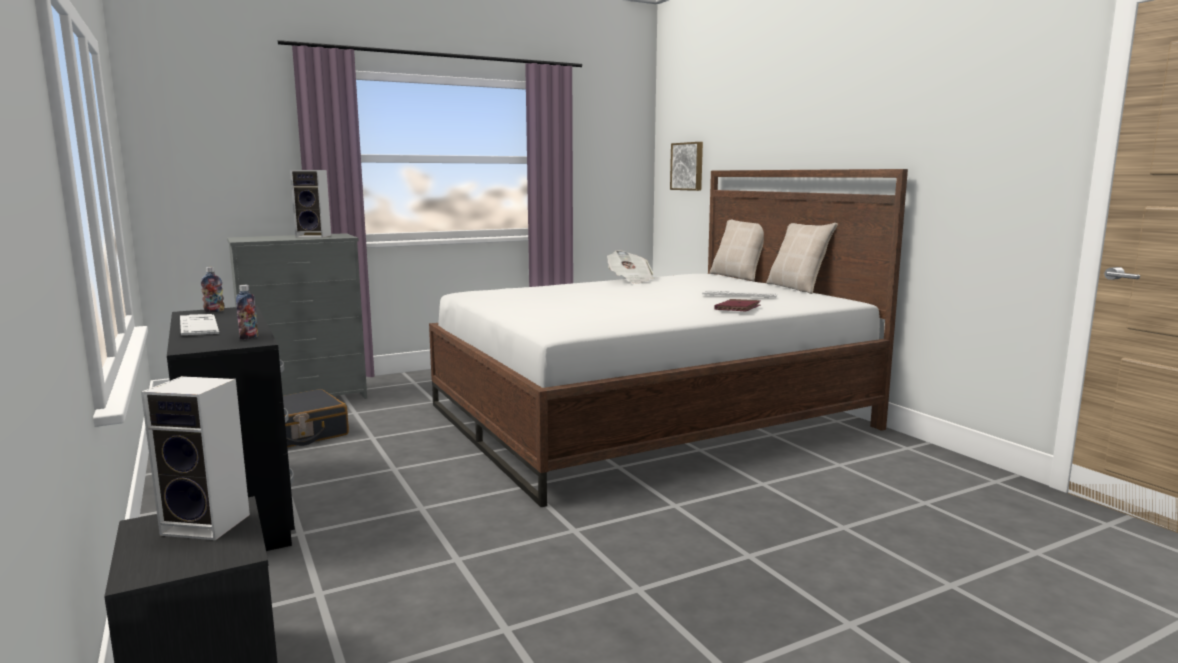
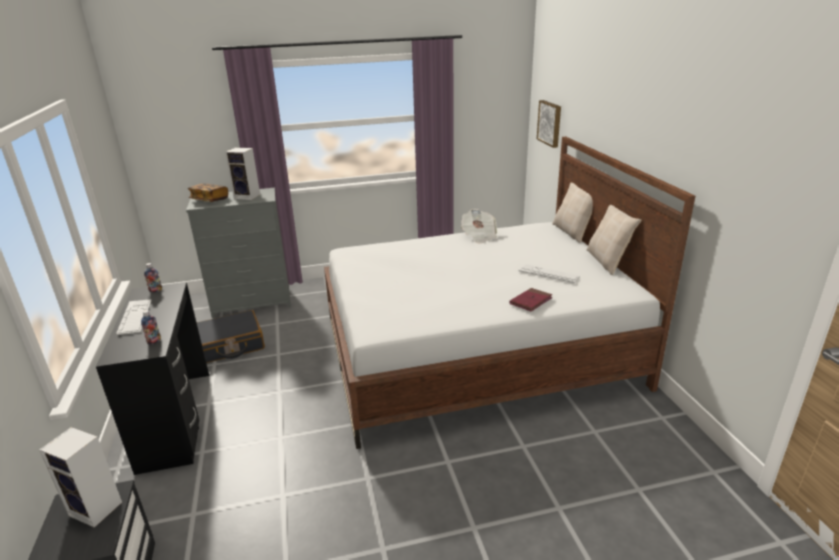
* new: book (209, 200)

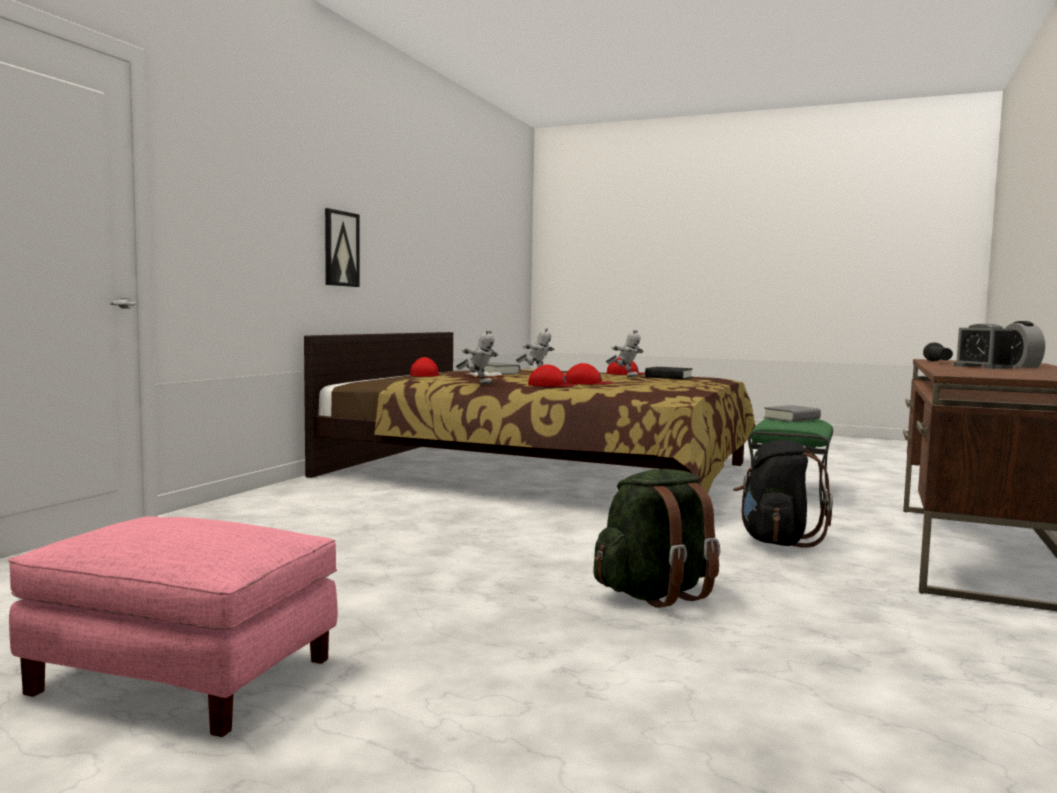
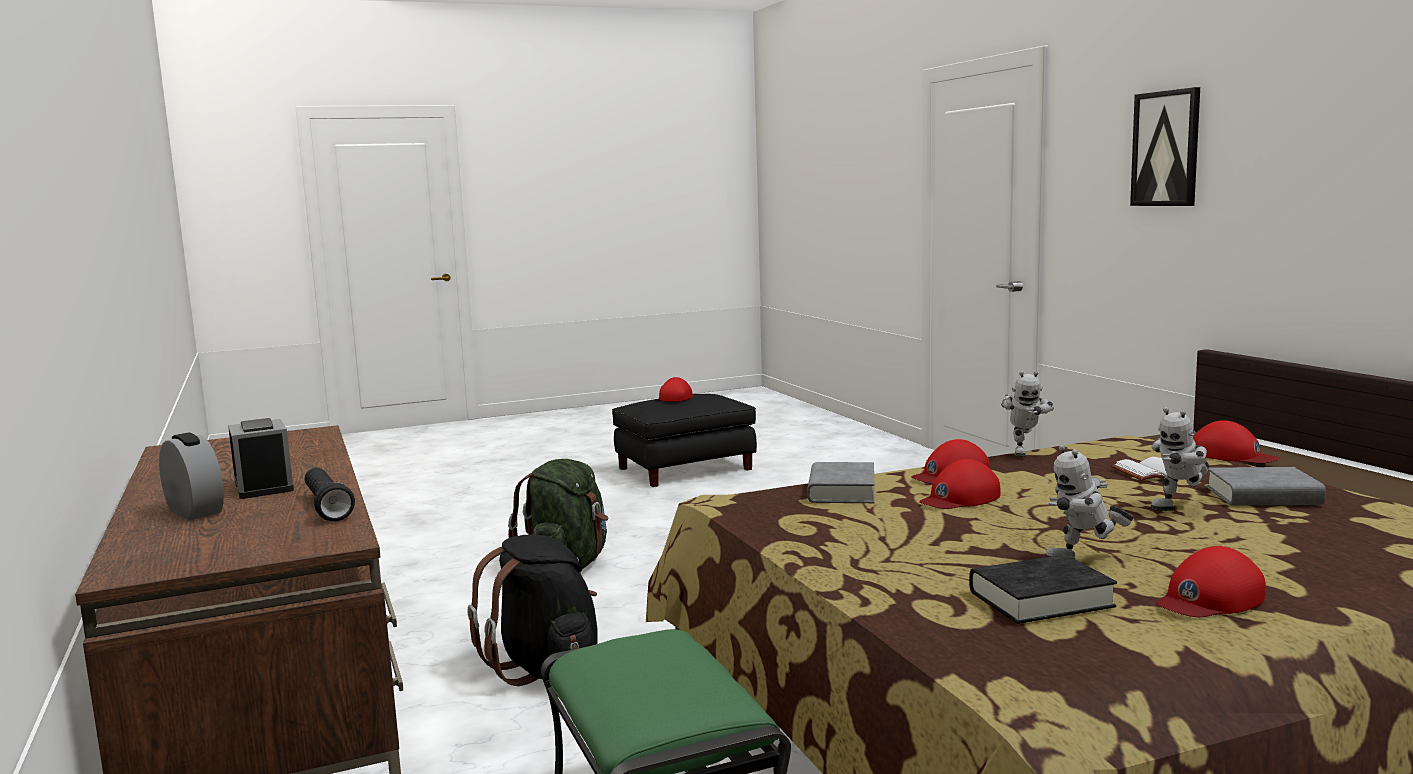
* rotated: alarm_clock (982, 367) = (264, 486) 45 degrees clockwise
* repainted: pink_ottoman (186, 675) to black_ottoman (685, 469)
* new: red_cap (677, 397)
* shifted: grey_book (791, 418) to (841, 491)
* rotated: toy_robot (478, 384) = (1023, 452) 60 degrees counterclockwise
* shifted: picture (340, 249) to (1166, 148)

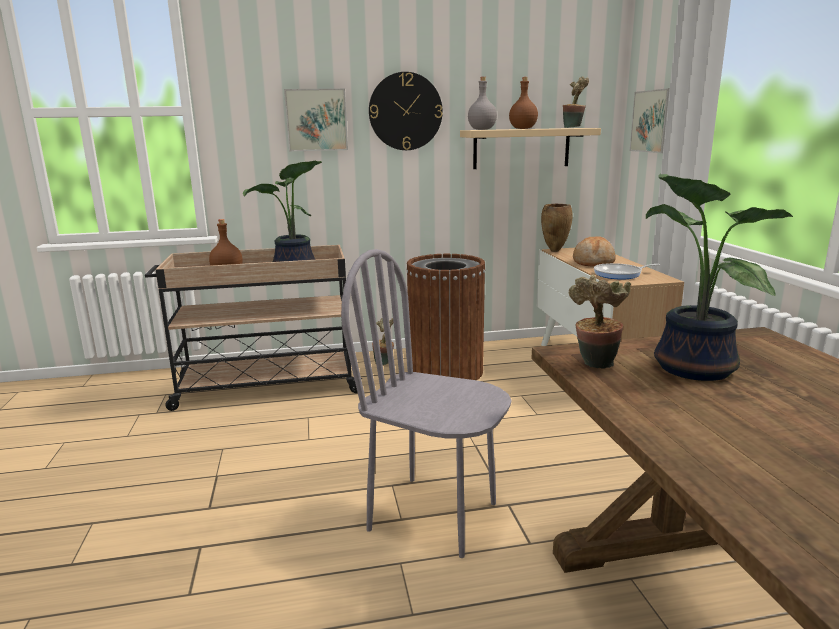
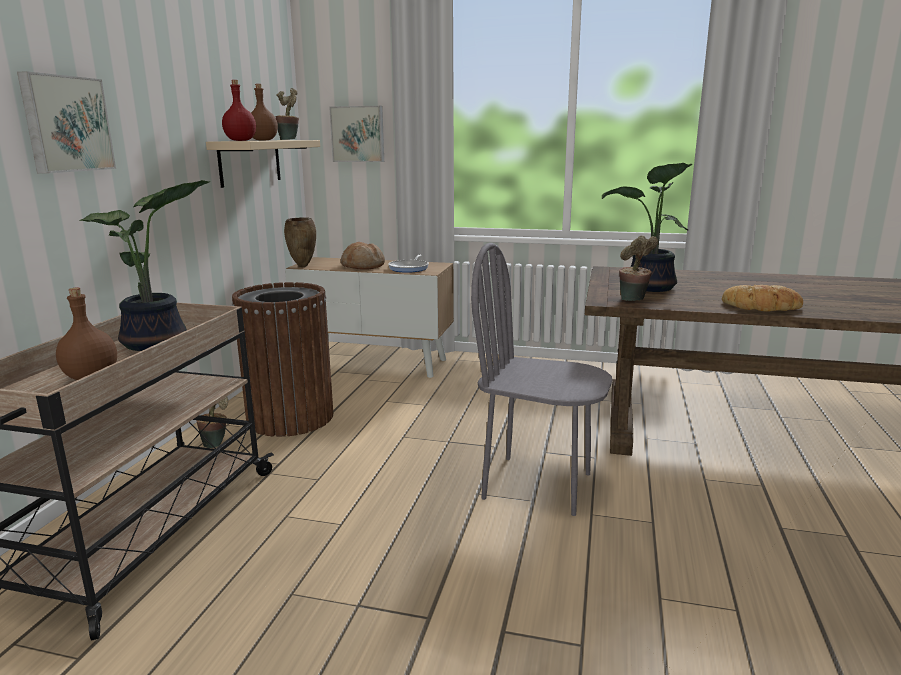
* repainted: grey_bottle (482, 129) to red_bottle (241, 140)
* rotated: grey_chair (433, 515) = (537, 485) 60 degrees clockwise
* new: bread (762, 306)
* gone: wall_clock (405, 111)

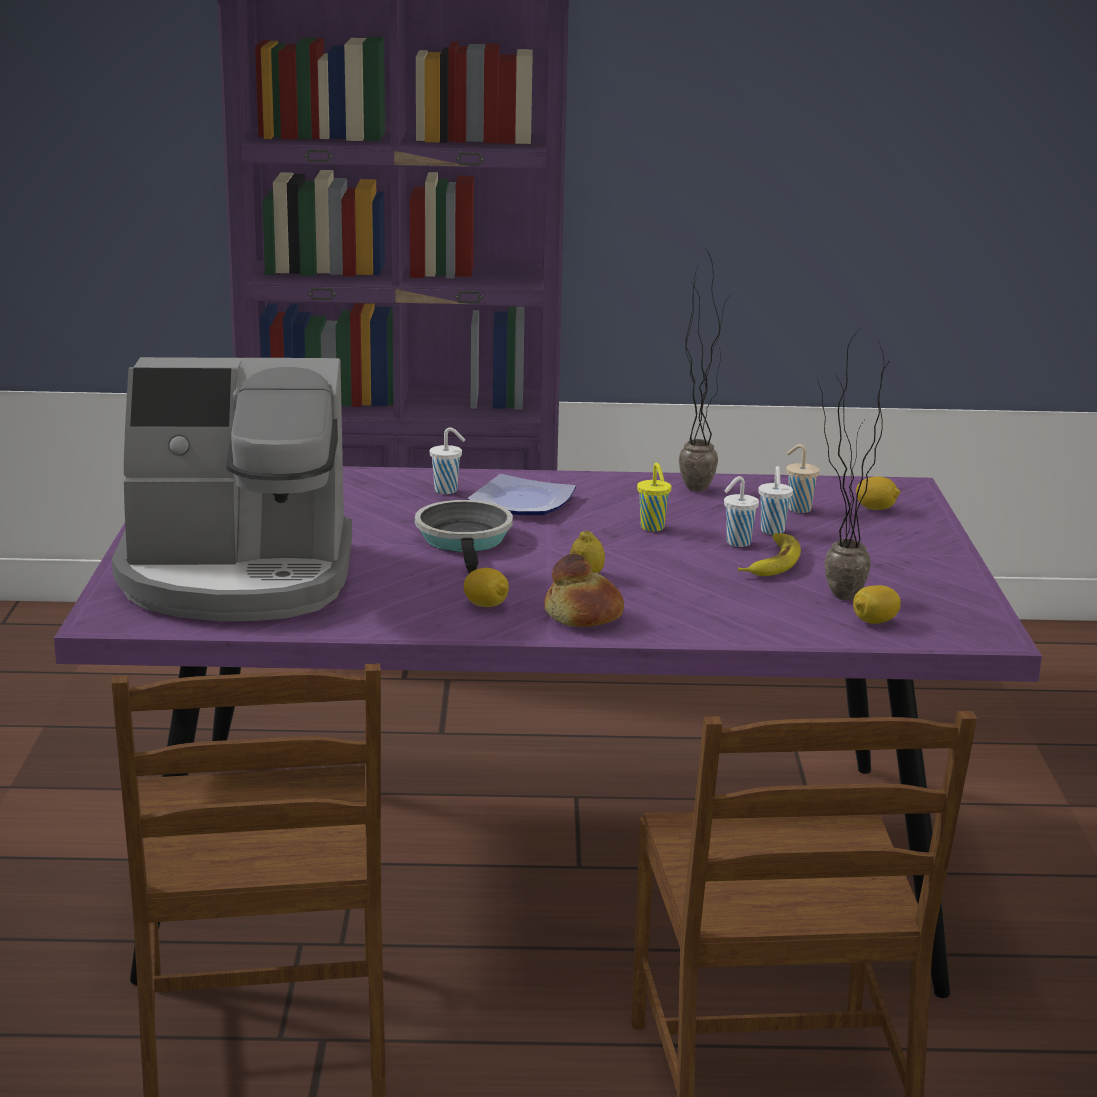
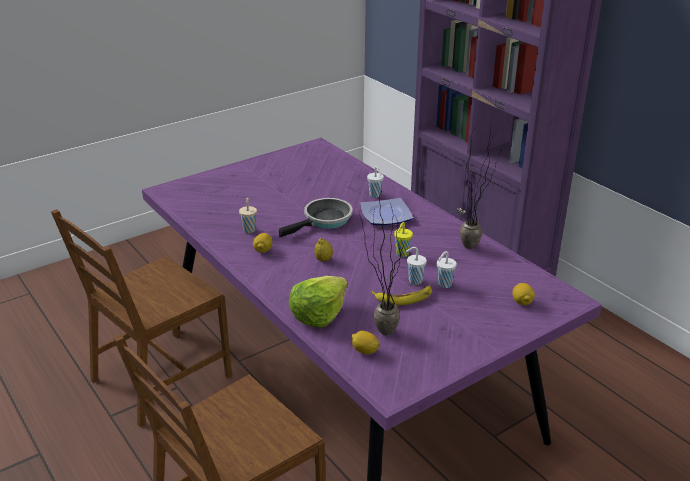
* shifted: beige_cup (798, 509) to (249, 230)
* new: lettuce (318, 314)
* gone: coffee_machine (237, 578)
* gone: bread (582, 616)

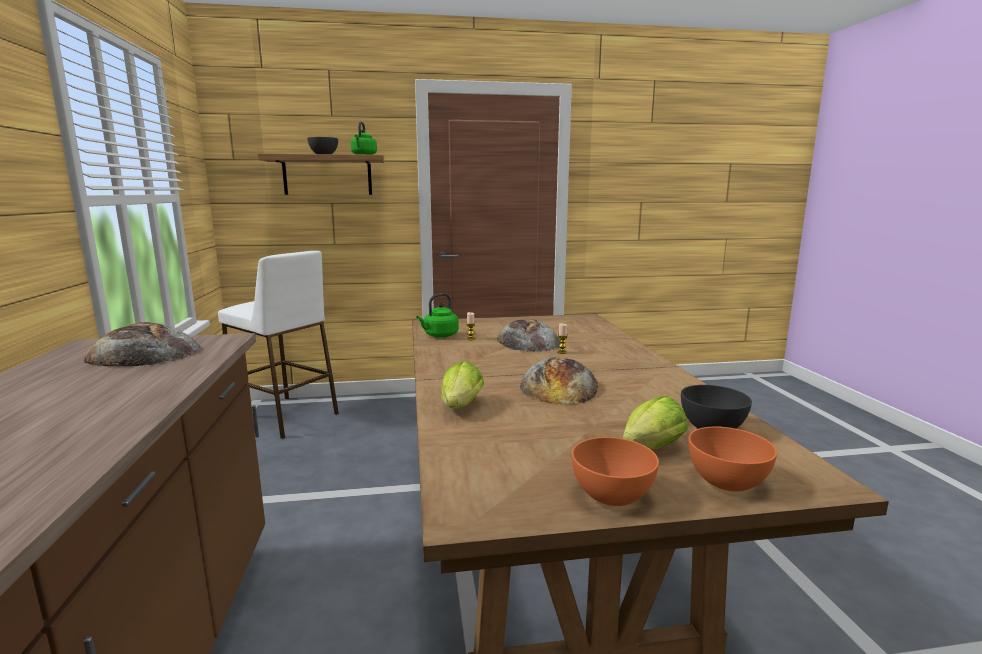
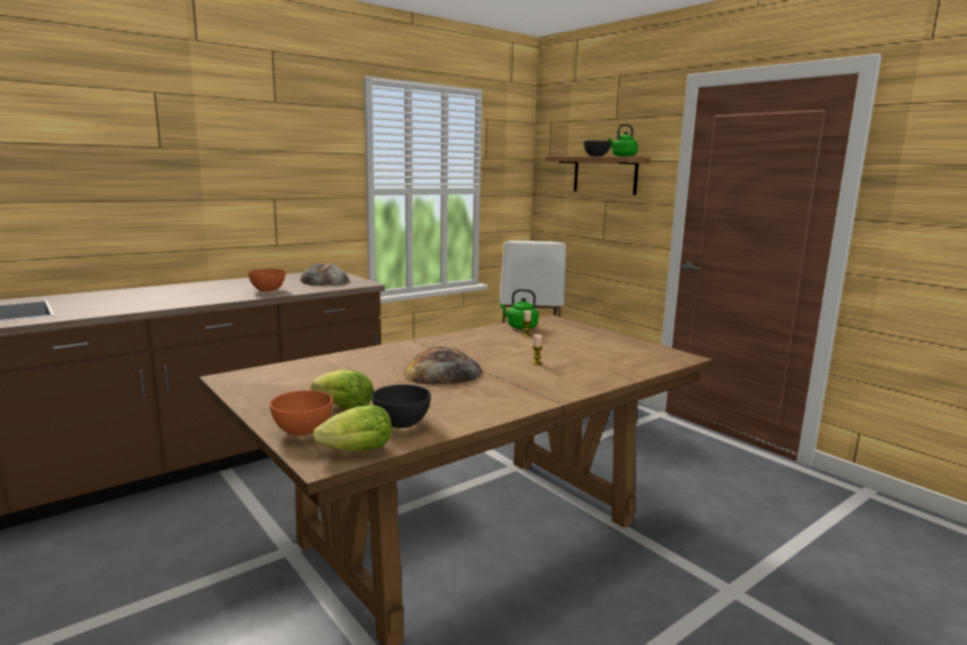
* shifted: orange_bowl (611, 496) to (268, 290)
* shifted: lettuce (460, 408) to (353, 452)
* gone: bread (528, 341)

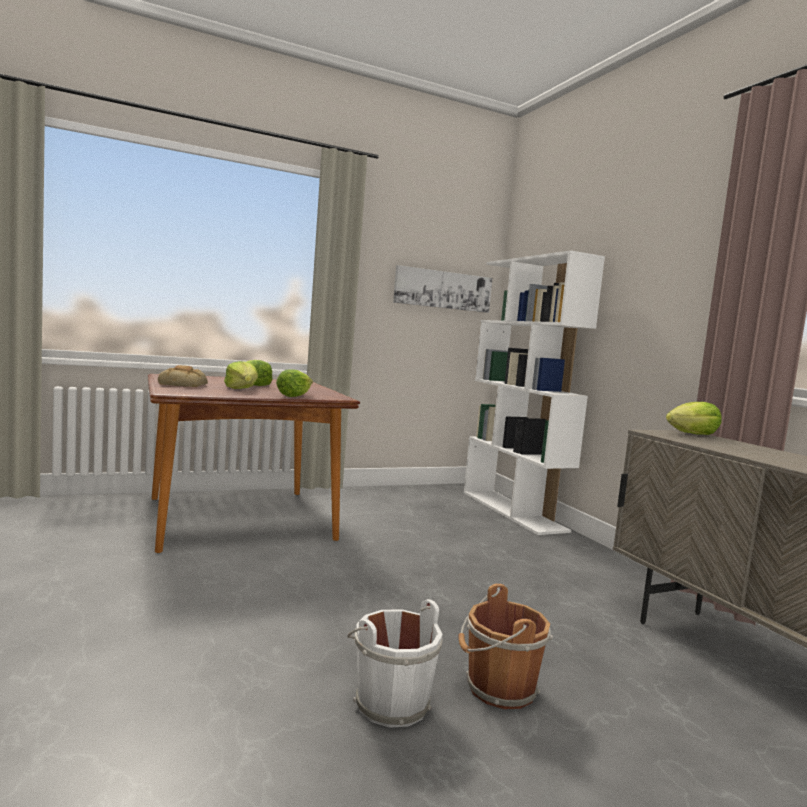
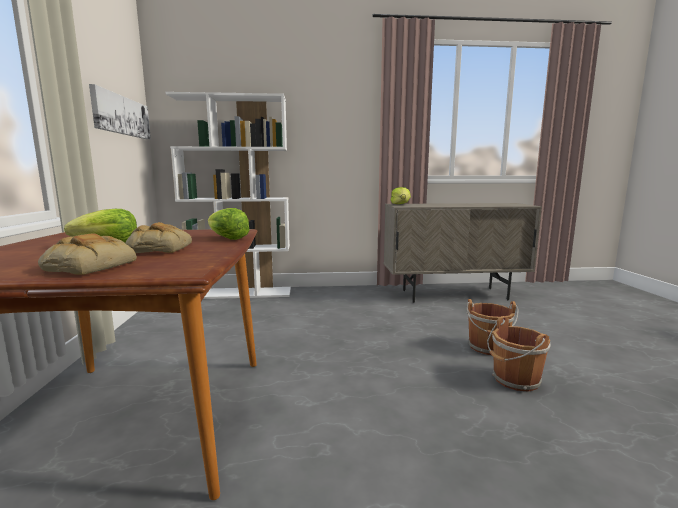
* swapped: lettuce (242, 389) to bread (159, 248)
* repainted: white_bucket (389, 702) to brown_bucket (514, 380)

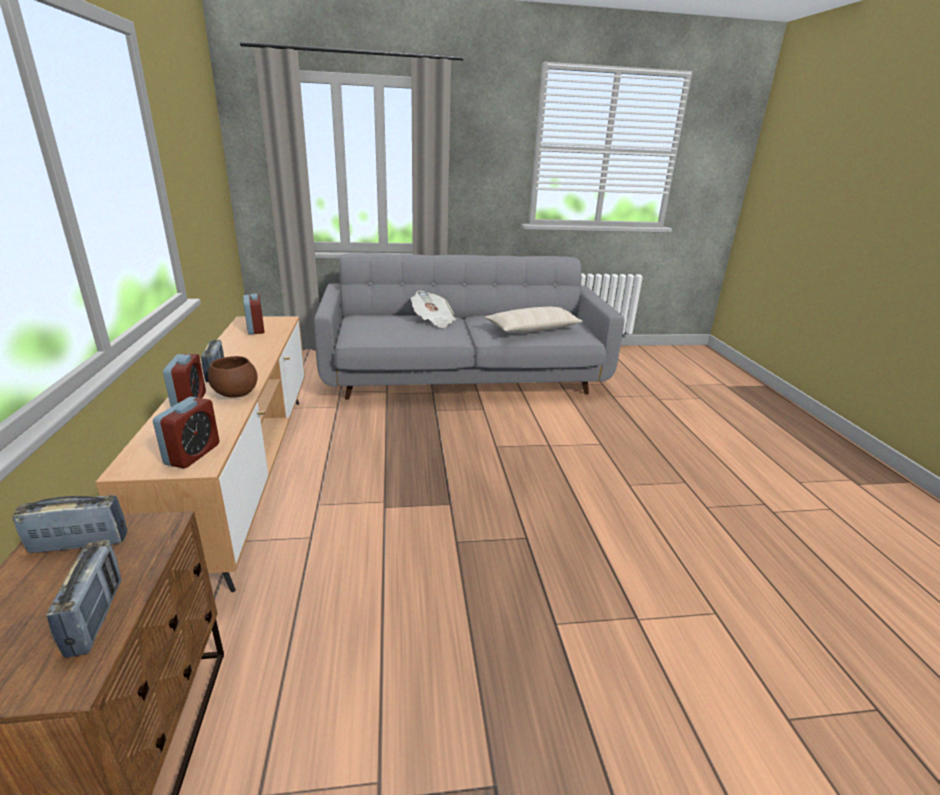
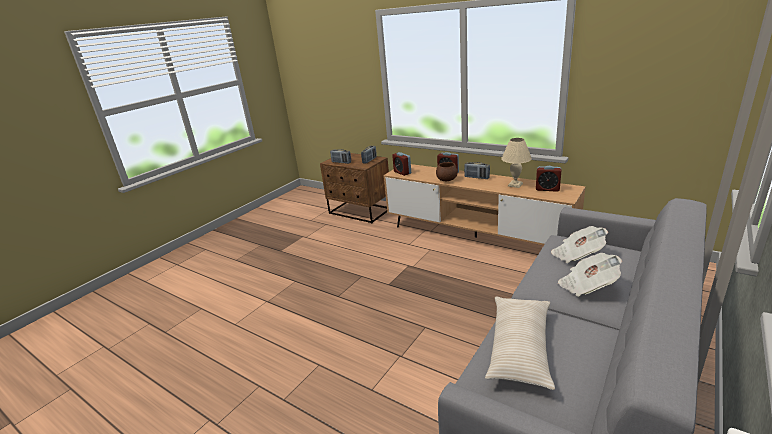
* new: beige_table_lamp (515, 185)
* new: newspaper (577, 255)

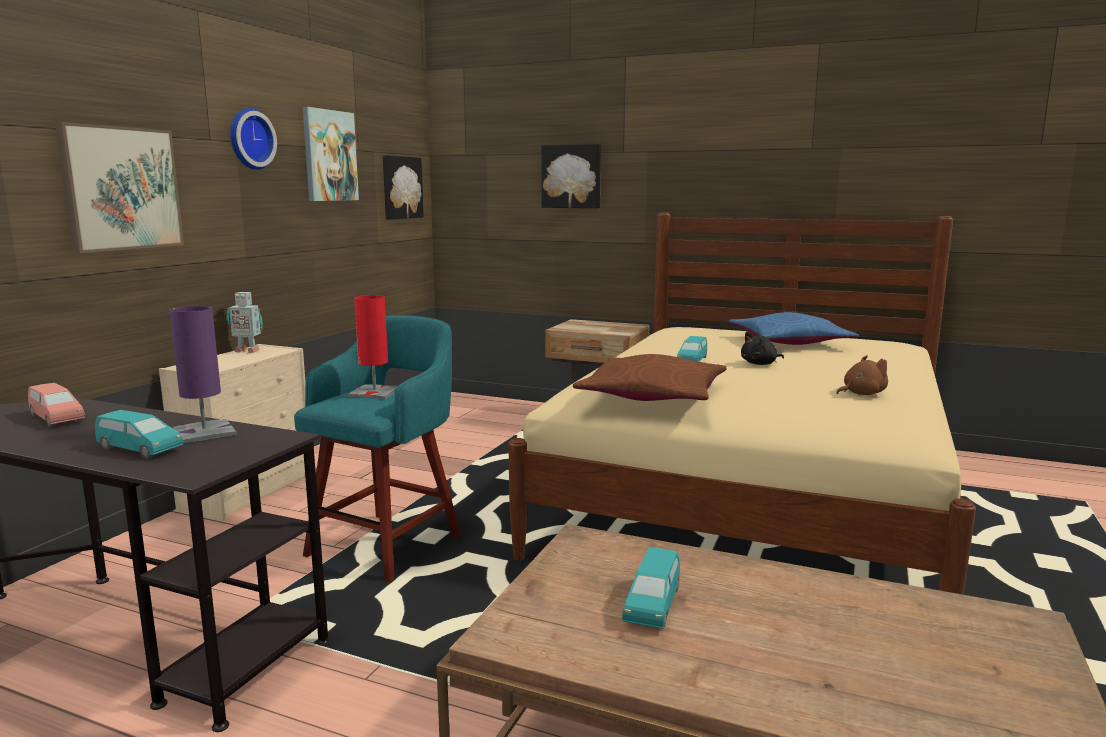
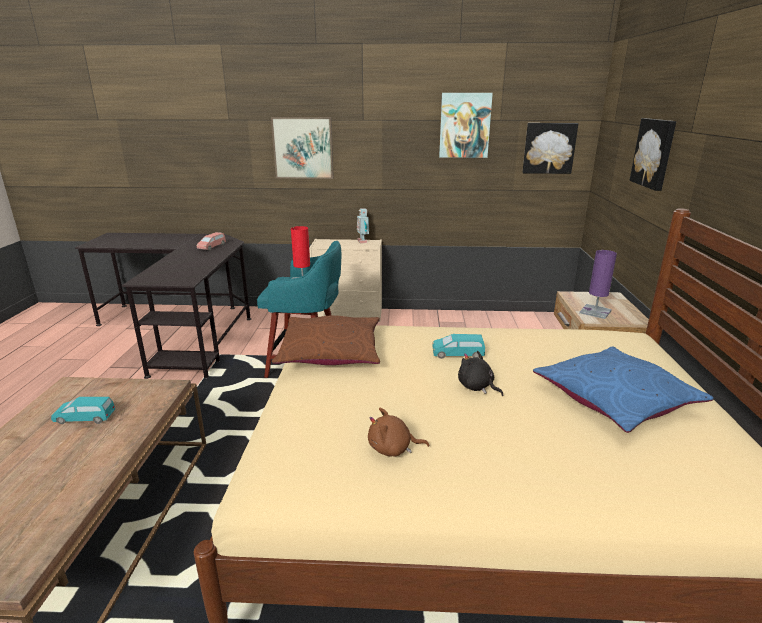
* rotated: brown_plush_toy (861, 394) = (393, 449) 135 degrees clockwise
* shifted: purple_table_lamp (204, 432) to (595, 312)
* gone: turquoise_toy_car (139, 449)
* gone: wall_clock (249, 139)

